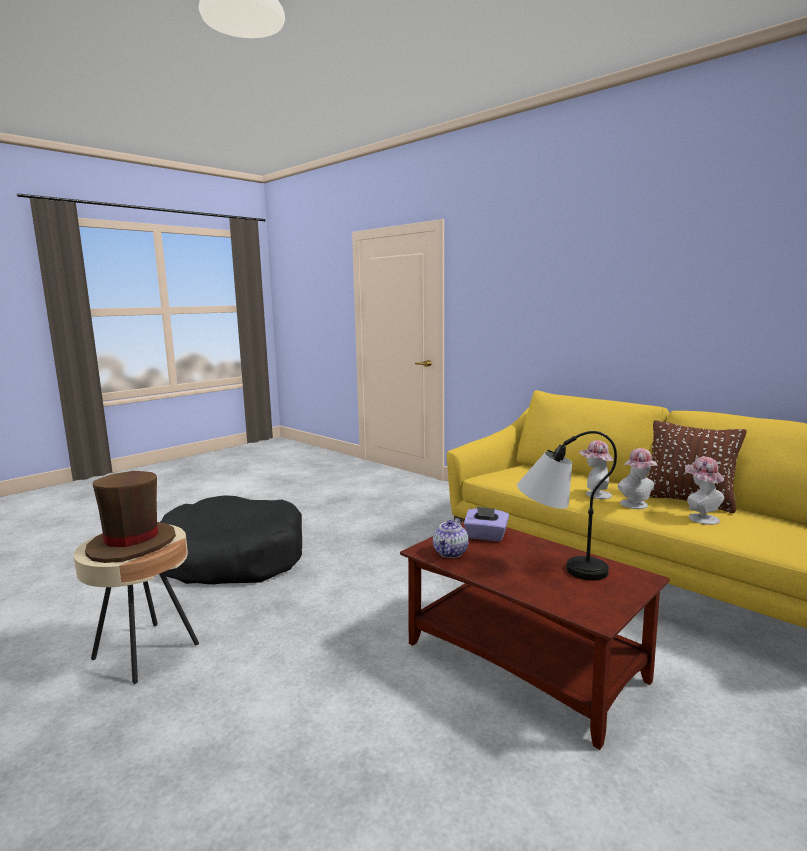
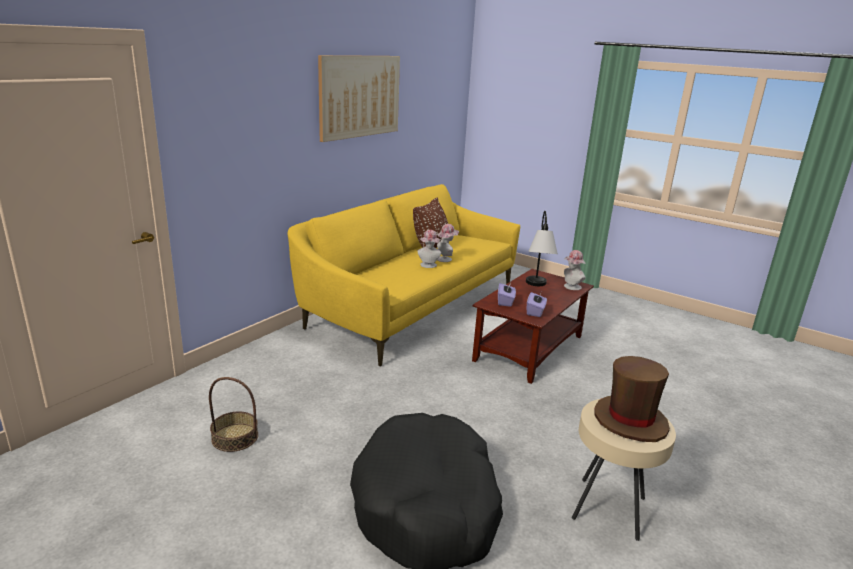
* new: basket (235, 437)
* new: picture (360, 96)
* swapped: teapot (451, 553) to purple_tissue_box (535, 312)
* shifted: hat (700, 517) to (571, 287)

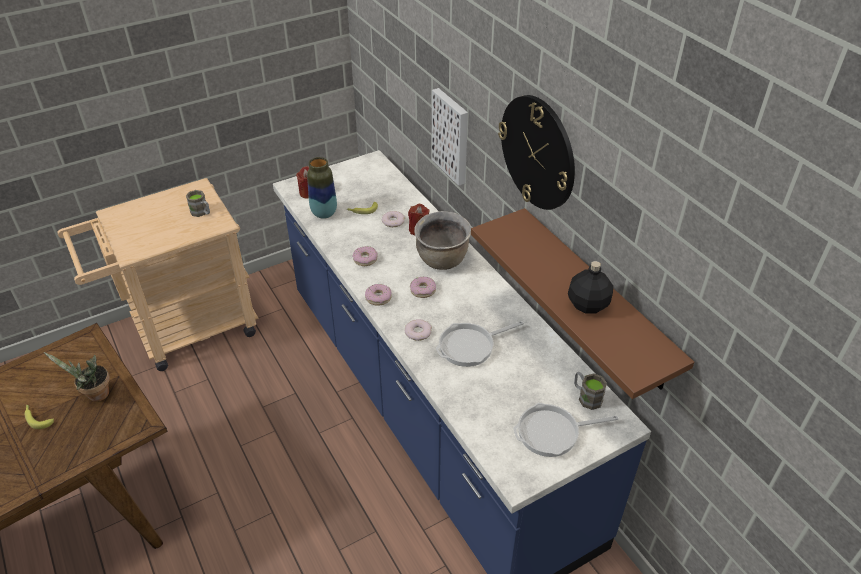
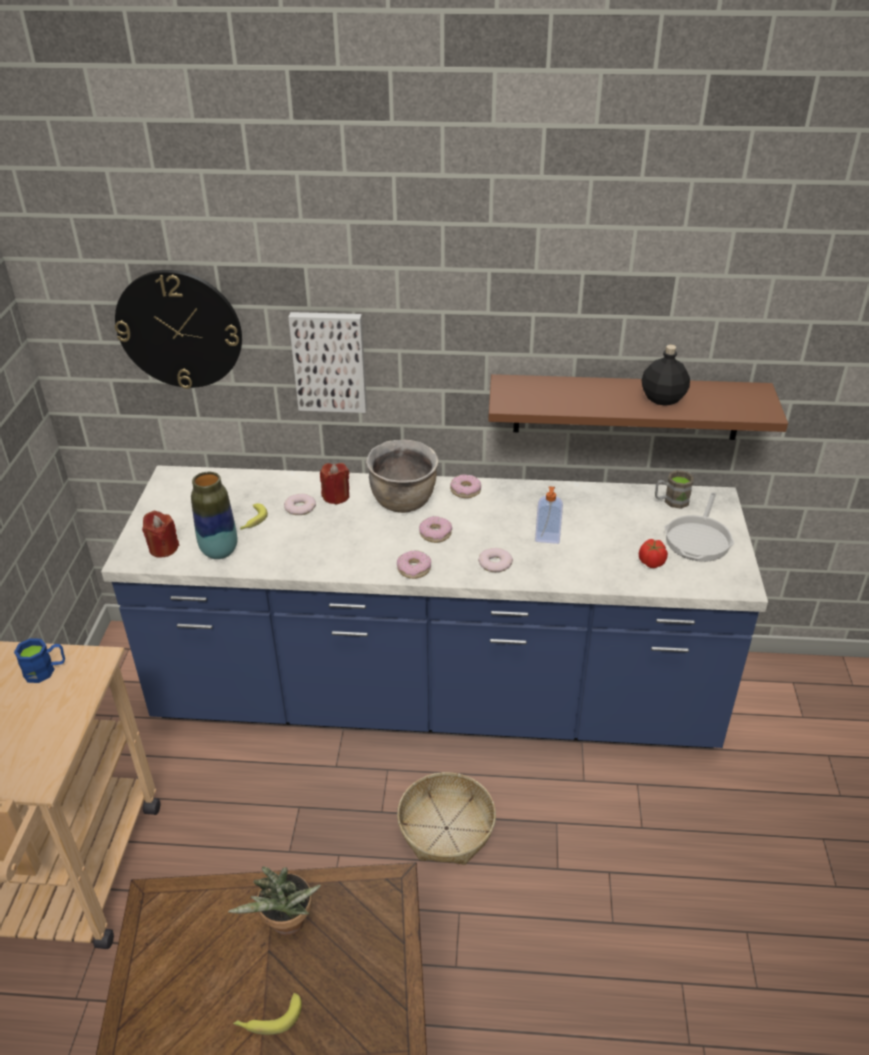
* repainted: brown_mug (202, 213) to blue_mug (46, 670)
* shifted: wall_clock (538, 152) to (179, 329)
* new: basket (446, 828)
* shifted: donut (365, 259) to (465, 490)
* swapped: frying_pan (470, 346) to soap_dispenser (547, 538)
* new: tomato (651, 562)

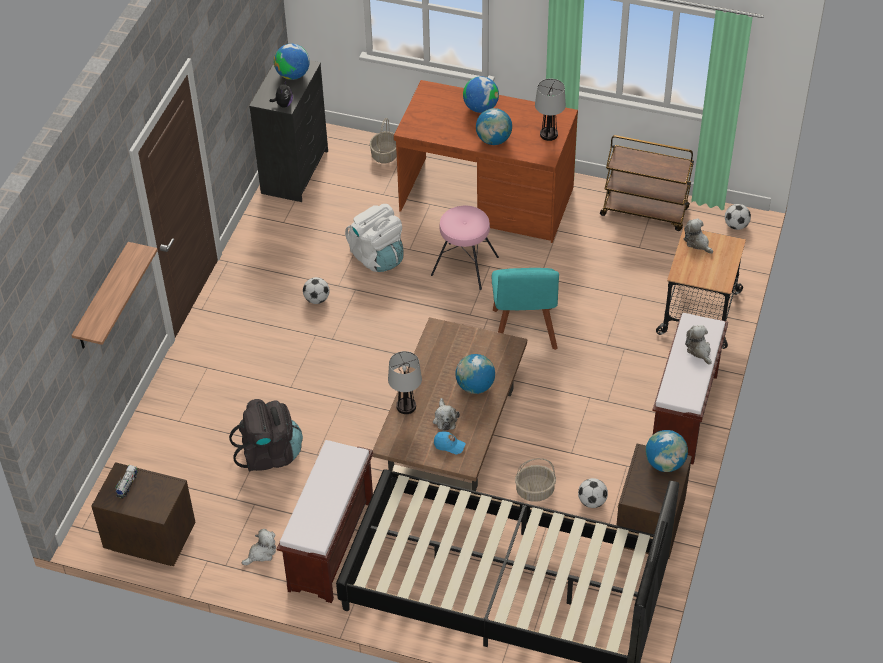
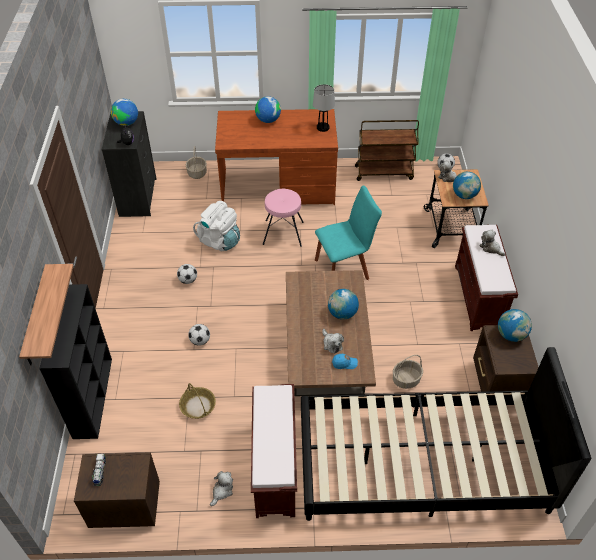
* new: black_bookcase (93, 396)
* swapped: black_backpack (270, 454) to basket (198, 406)
* shifted: football (592, 501) to (200, 341)
* rotated: turquoise_chair (524, 332) = (344, 268) 90 degrees counterclockwise
* shifted: globe (493, 140) to (464, 195)
* gone: table_lamp (406, 407)

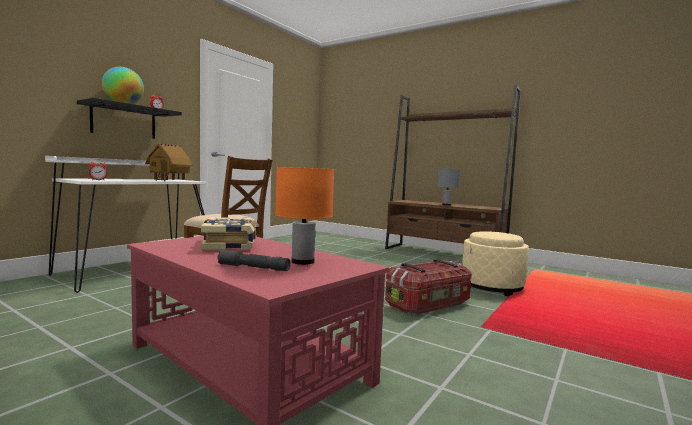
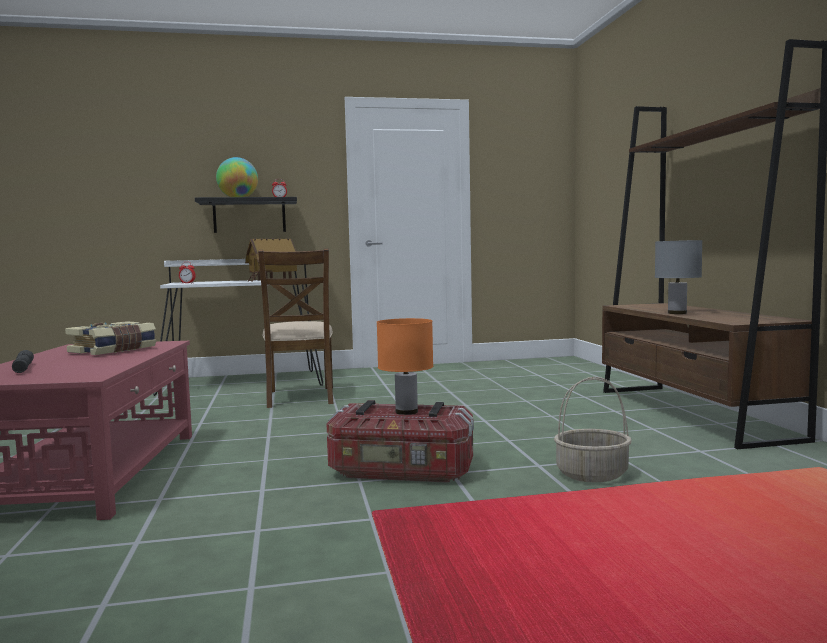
* shifted: orange_table_lamp (302, 261) to (406, 412)
* swapped: beige_ottoman (492, 287) to basket (591, 474)

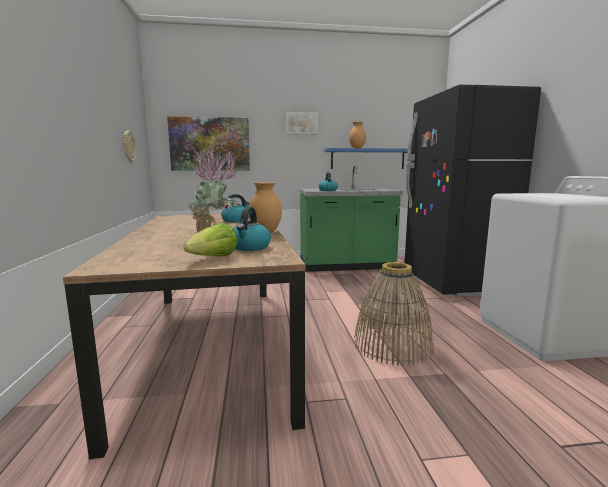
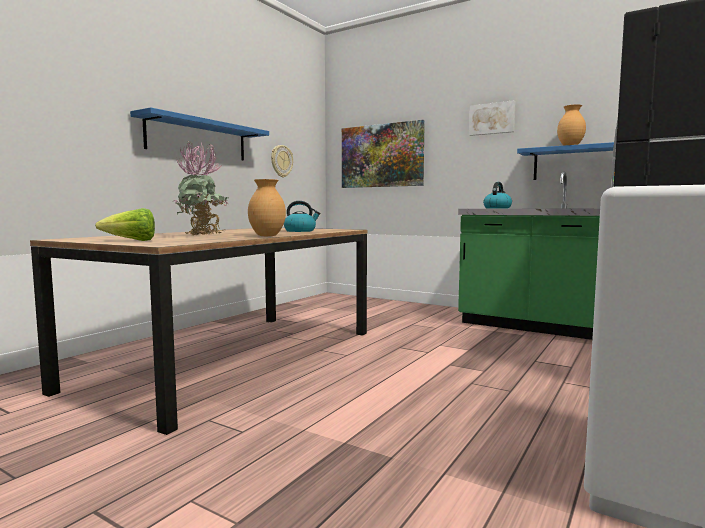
* new: blue_shelf (198, 139)
* gone: kettle (249, 247)
* gone: basket (392, 345)

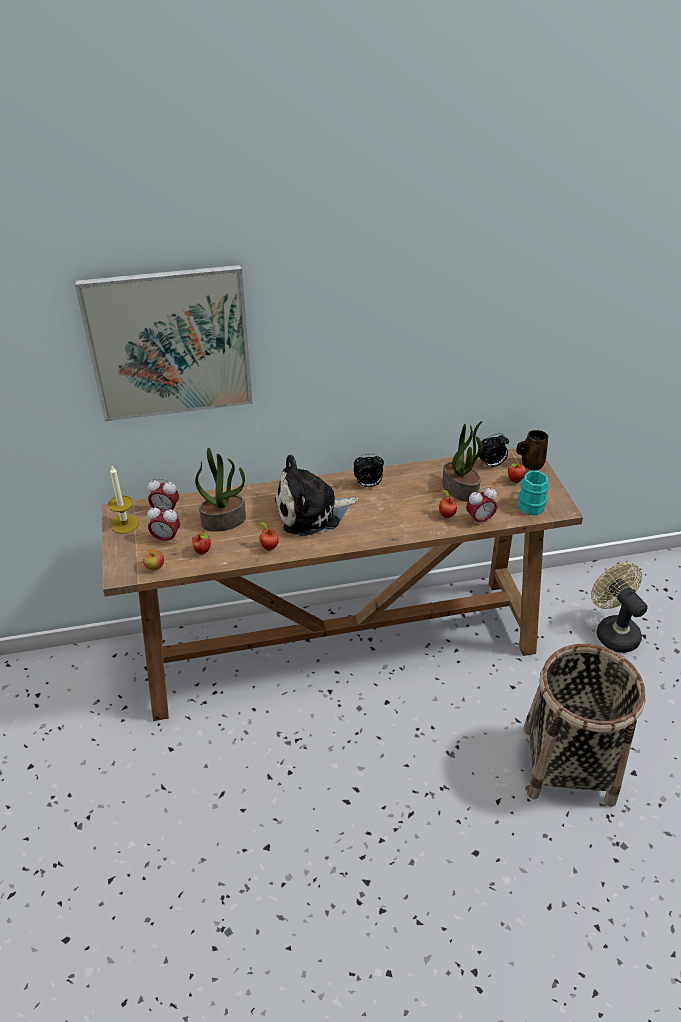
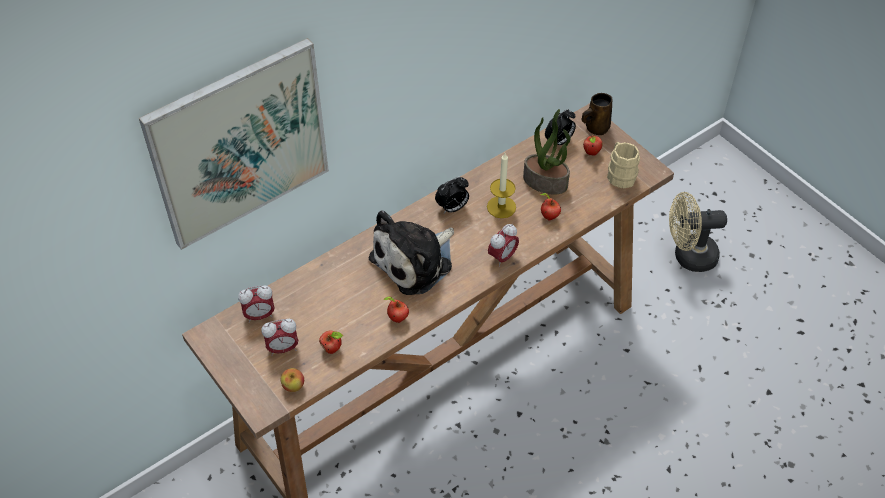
* shifted: candle (124, 524) to (501, 207)
* shifted: alarm_clock (479, 520) to (502, 257)
* repainted: turquoise_mug (530, 503) to beige_mug (619, 174)
* rotated: beige_fan (612, 631) = (688, 256) 45 degrees counterclockwise
* gone: potted_plant (224, 520)
* gone: basket (568, 764)

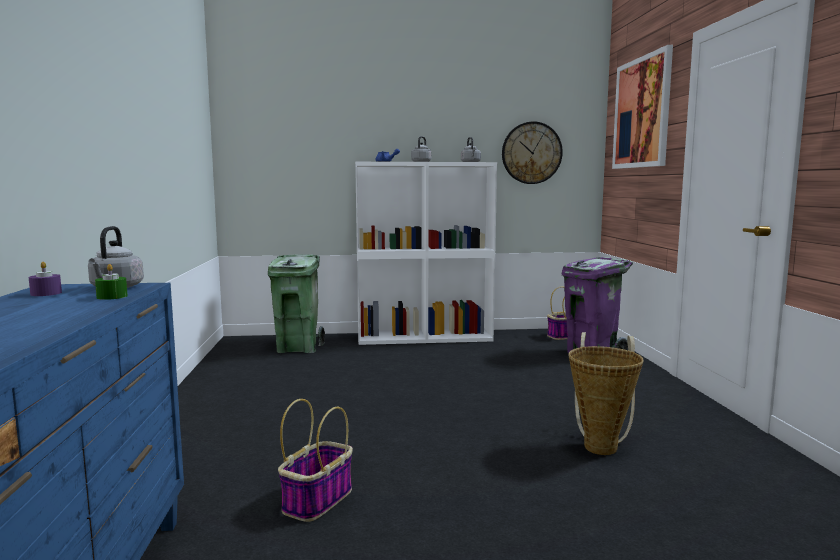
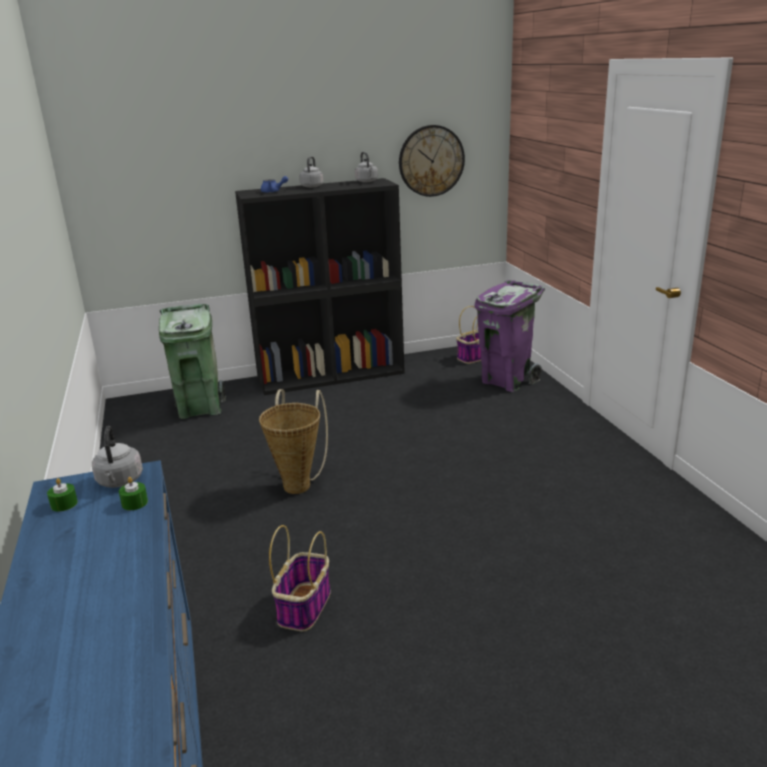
* repainted: purple_candle (46, 293) to green_candle (64, 504)
* repainted: white_bookcase (425, 337) to black_bookcase (331, 375)
* shifted: basket (601, 445) to (299, 483)
* gone: picture (642, 113)

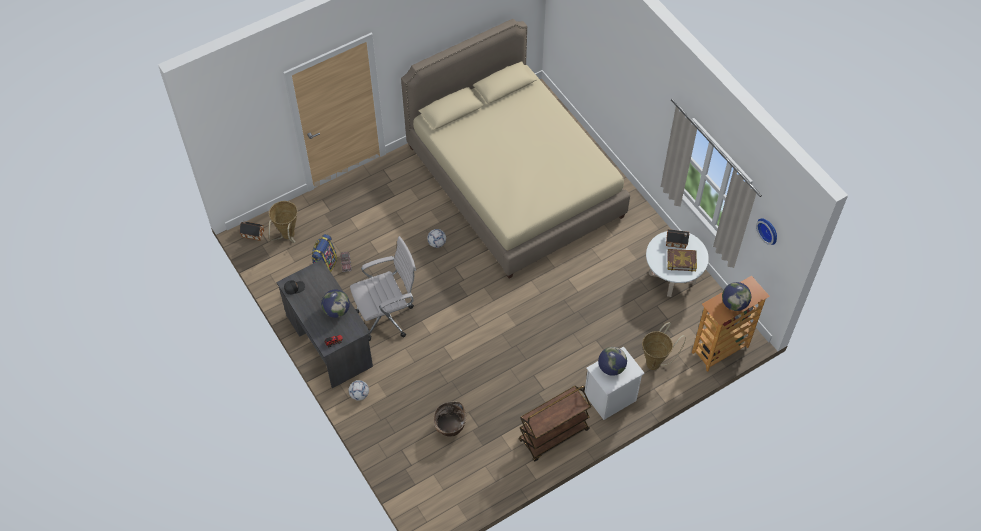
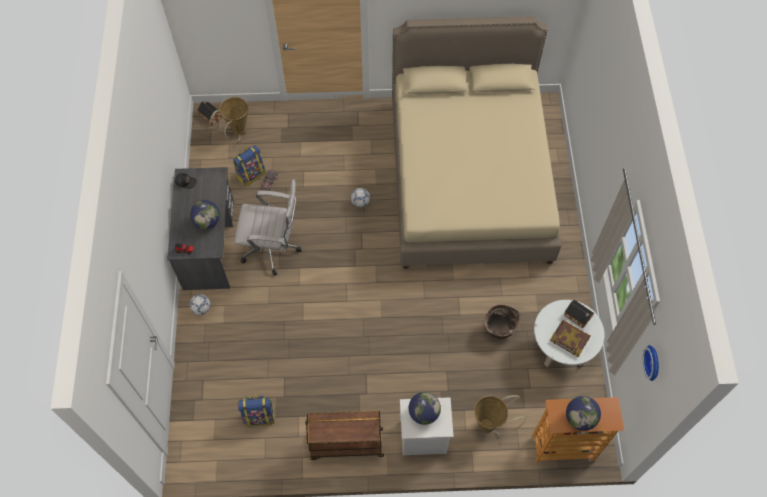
* new: backpack (259, 416)
* shifted: basket (450, 428) to (498, 330)

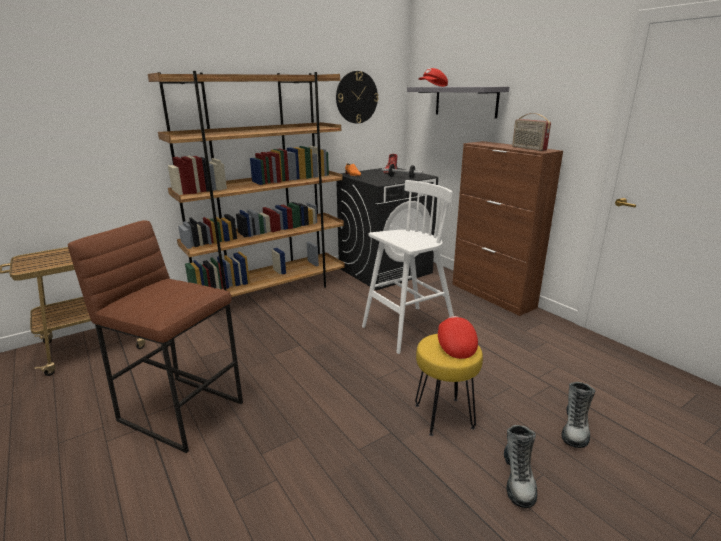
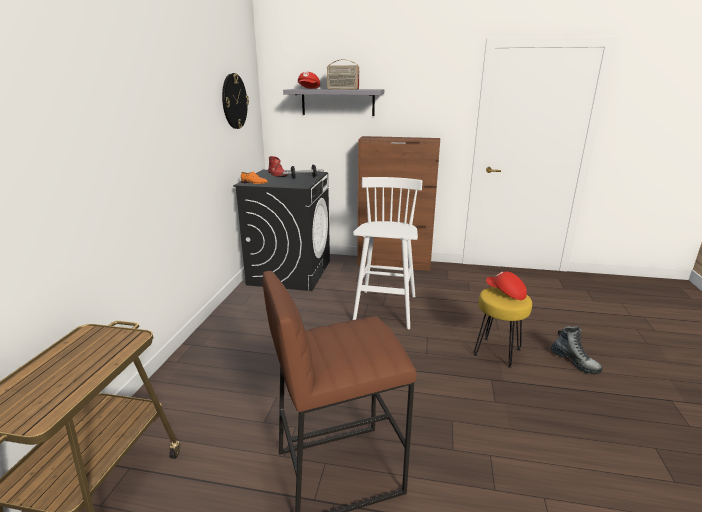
* shifted: radio (528, 148) to (342, 89)
* gone: brown_bookcase (271, 292)
* gone: boot (575, 428)

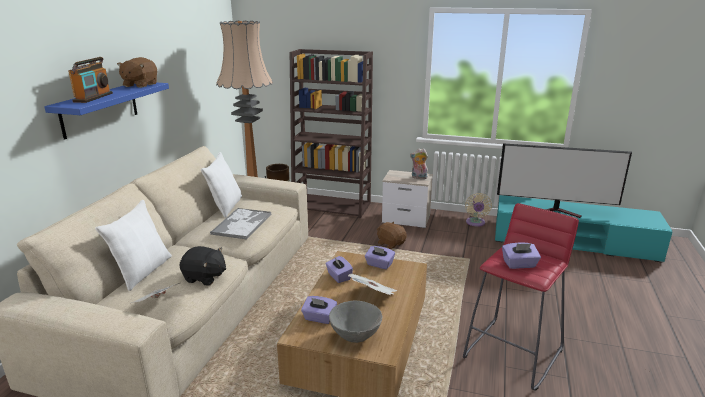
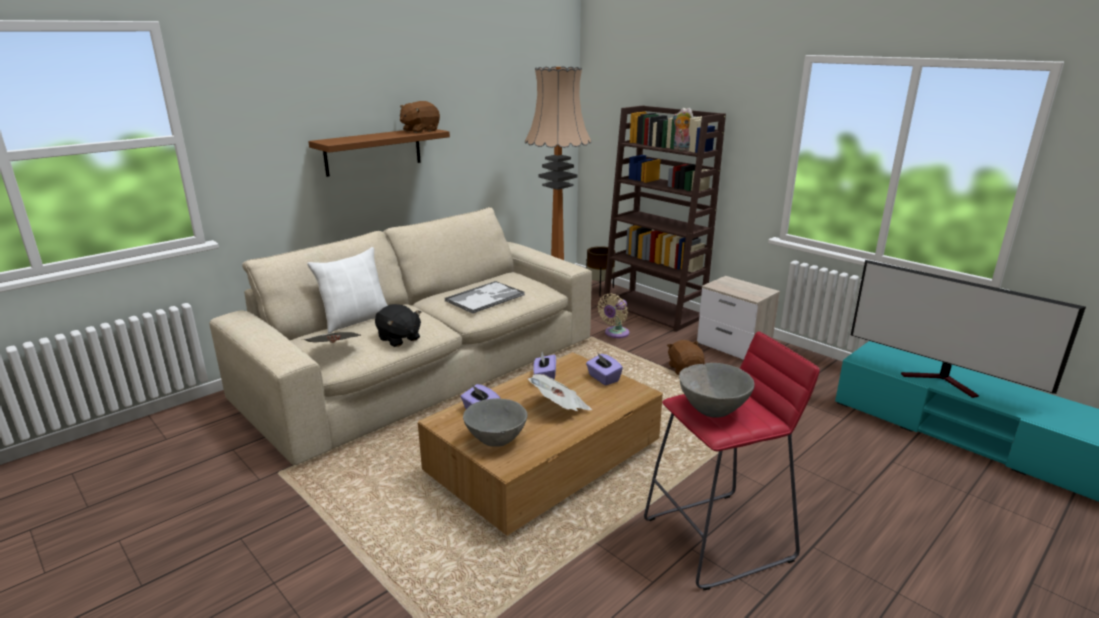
* repainted: blue_shelf (100, 109) to brown_shelf (373, 151)
* shifted: beige_fan (475, 223) to (615, 334)
* shifted: plush_toy (418, 178) to (681, 149)
* swapped: purple_tissue_box (519, 264) to grey_bowl (713, 410)
* gone: radio (93, 97)
* gone: white_pillow (225, 206)

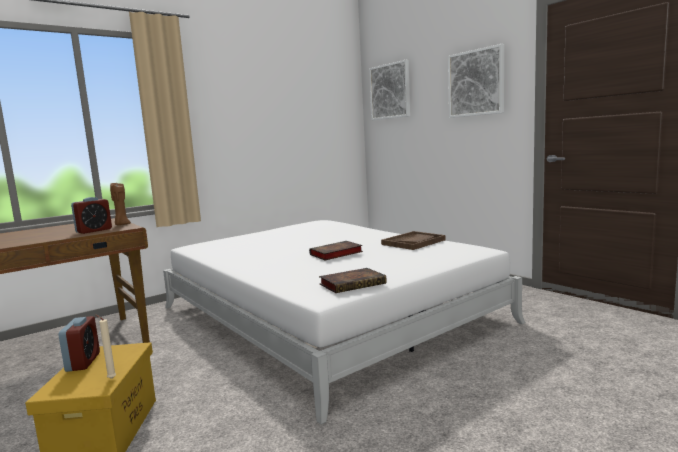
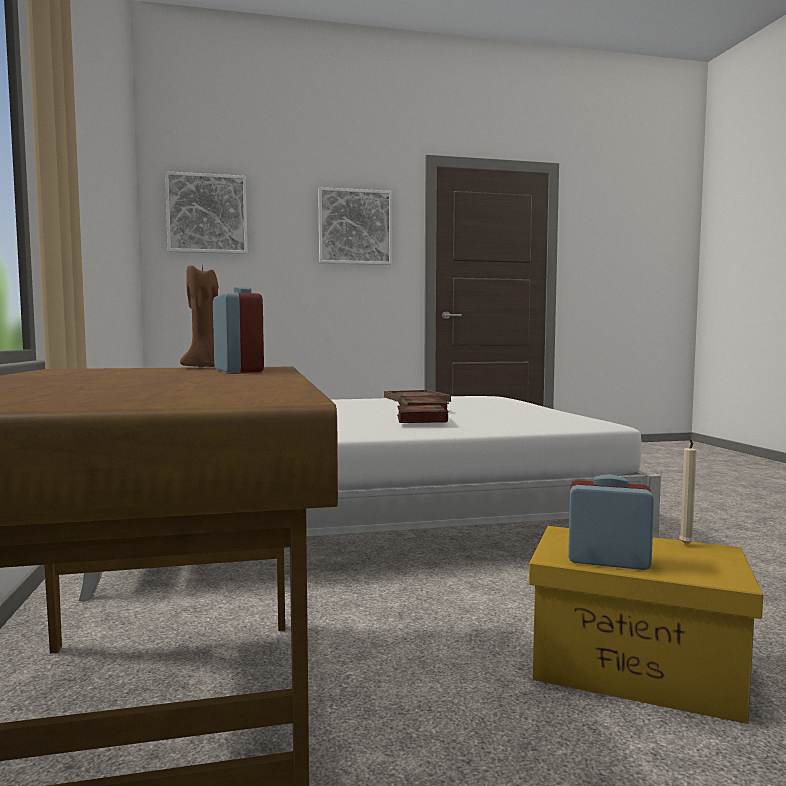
* shifted: book (353, 284) to (420, 419)

